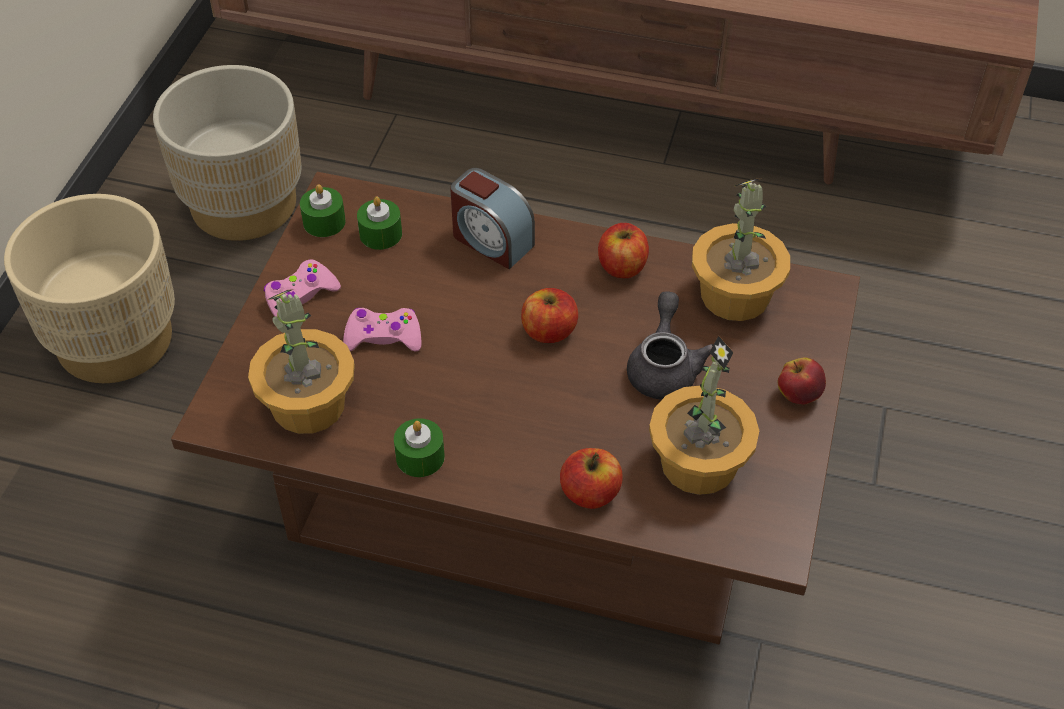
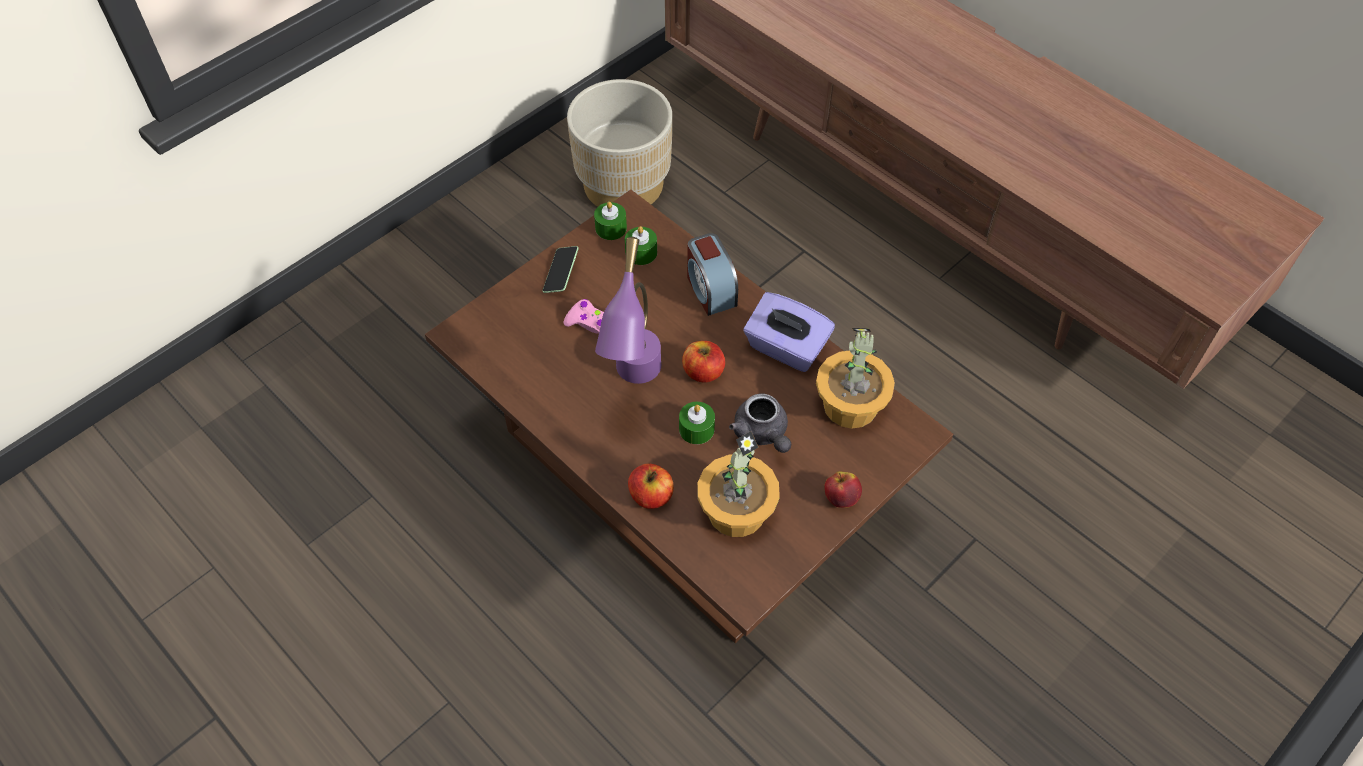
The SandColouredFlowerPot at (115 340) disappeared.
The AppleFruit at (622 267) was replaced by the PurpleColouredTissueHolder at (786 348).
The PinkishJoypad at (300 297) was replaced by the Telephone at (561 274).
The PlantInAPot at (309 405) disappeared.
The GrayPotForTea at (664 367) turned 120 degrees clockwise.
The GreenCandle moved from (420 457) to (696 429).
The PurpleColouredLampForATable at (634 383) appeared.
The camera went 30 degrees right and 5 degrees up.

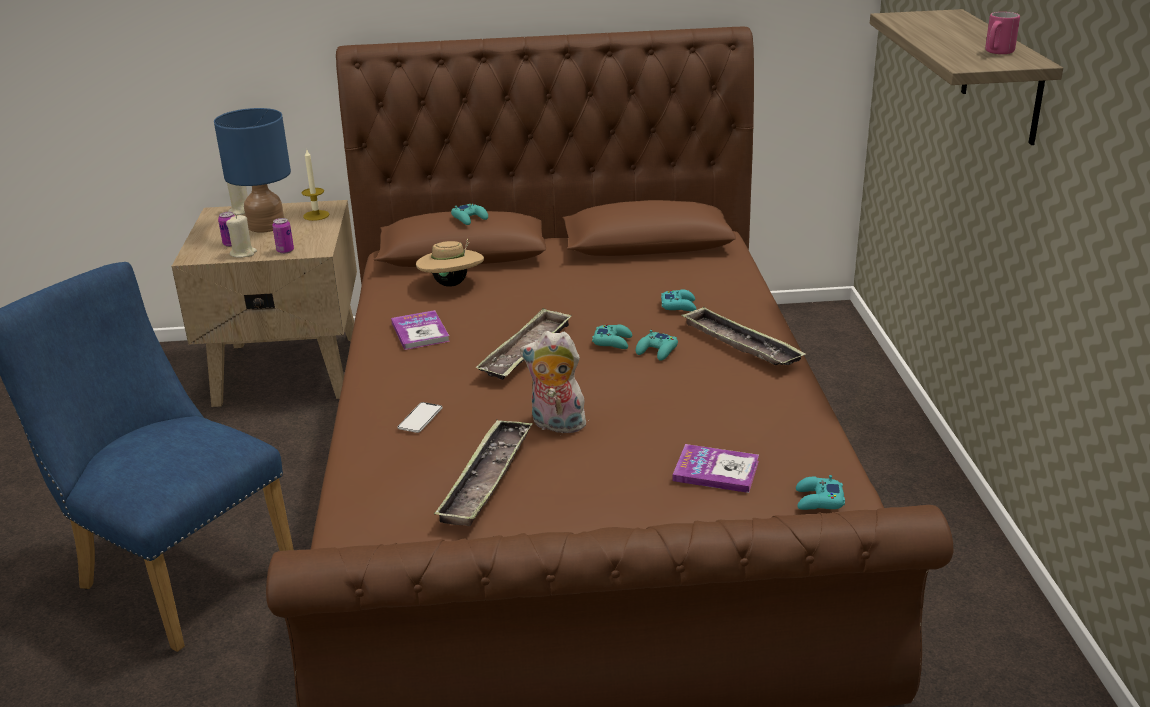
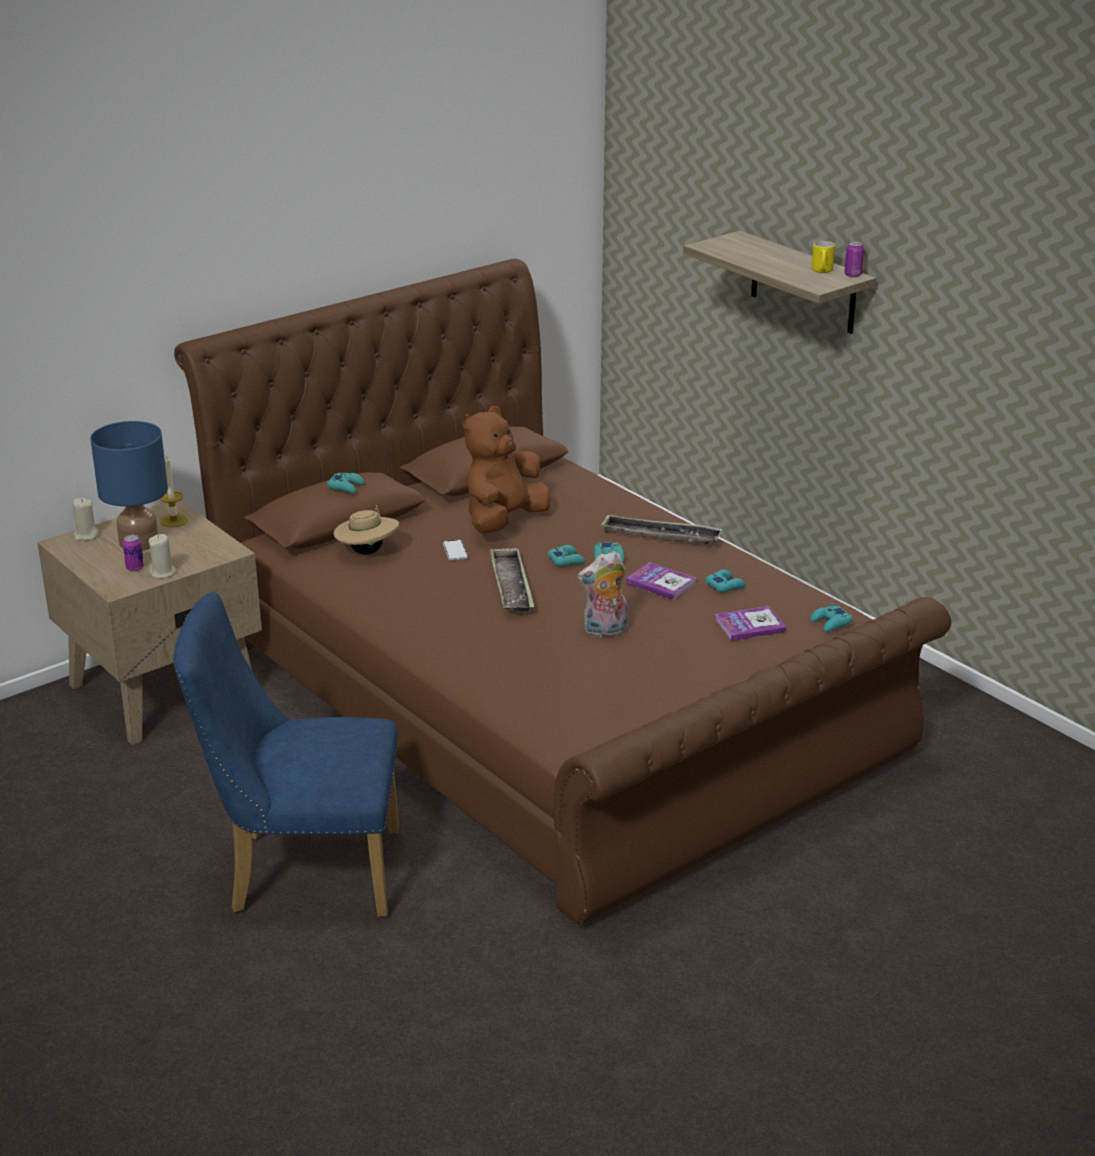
The PinkishMug at (997 53) became the YellowColouredMug at (822 271).
The MetalCan moved from (285 251) to (852 275).
The TurquoiseJoypad moved from (679 305) to (725 585).
The Volume moved from (420 332) to (661 583).
The Telephone moved from (420 418) to (455 551).
The ServingTray at (486 478) disappeared.
The BrownColouredPlushToy at (503 521) appeared.
The camera went 35 degrees left and 0 degrees up.

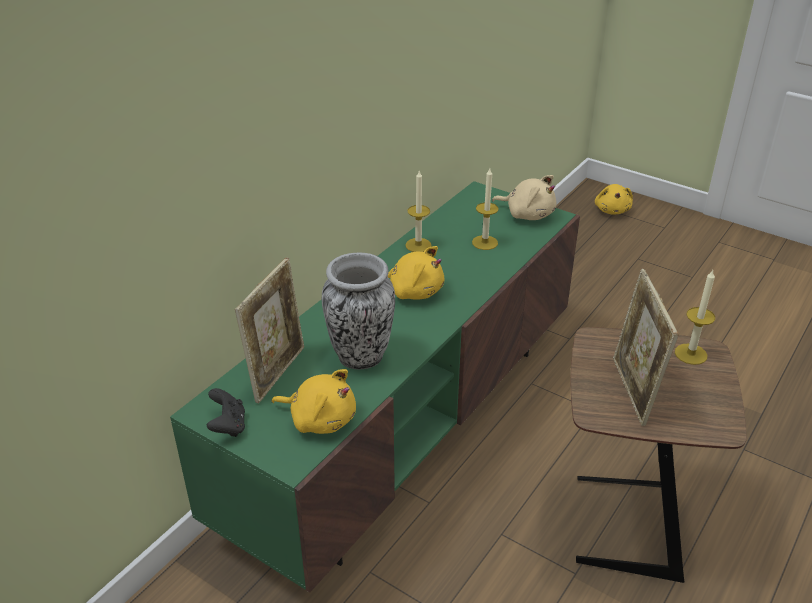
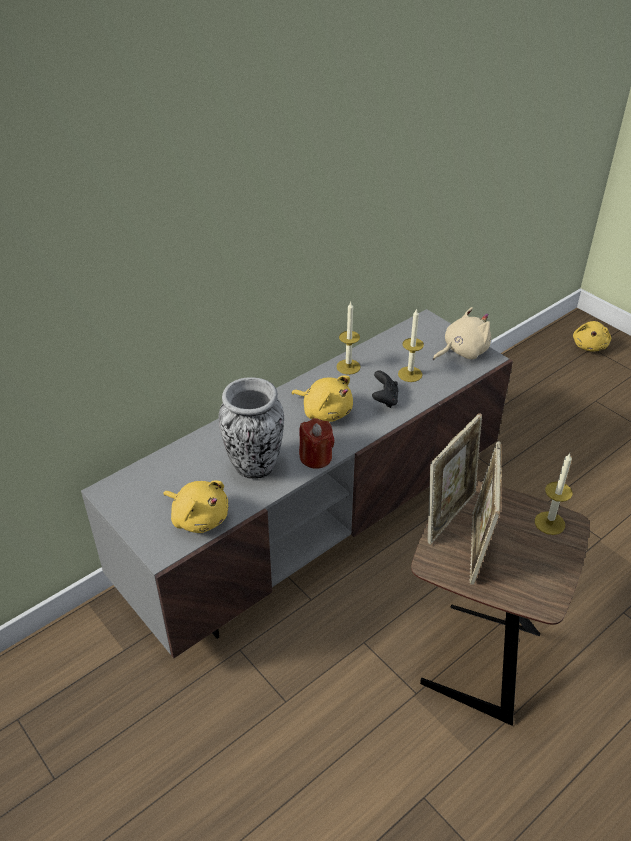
The SandColouredPlushToy at (527 214) turned 75 degrees counterclockwise.
The GreenTvUnit at (405 426) became the GrayTvUnit at (314 525).
The StandingFrame moved from (277 372) to (449 515).
The BlackJoypad moved from (228 426) to (384 399).
The RedCandle at (316 457) appeared.
The camera went 15 degrees right and 5 degrees up.

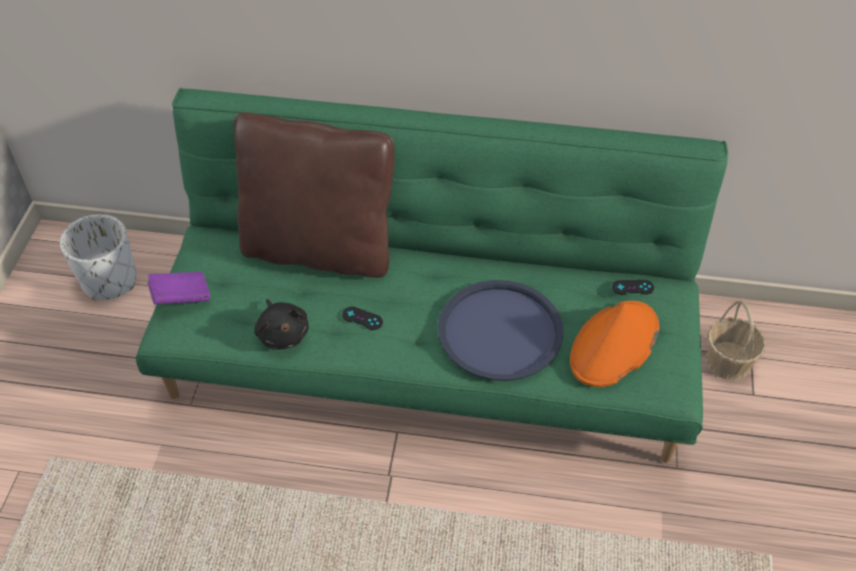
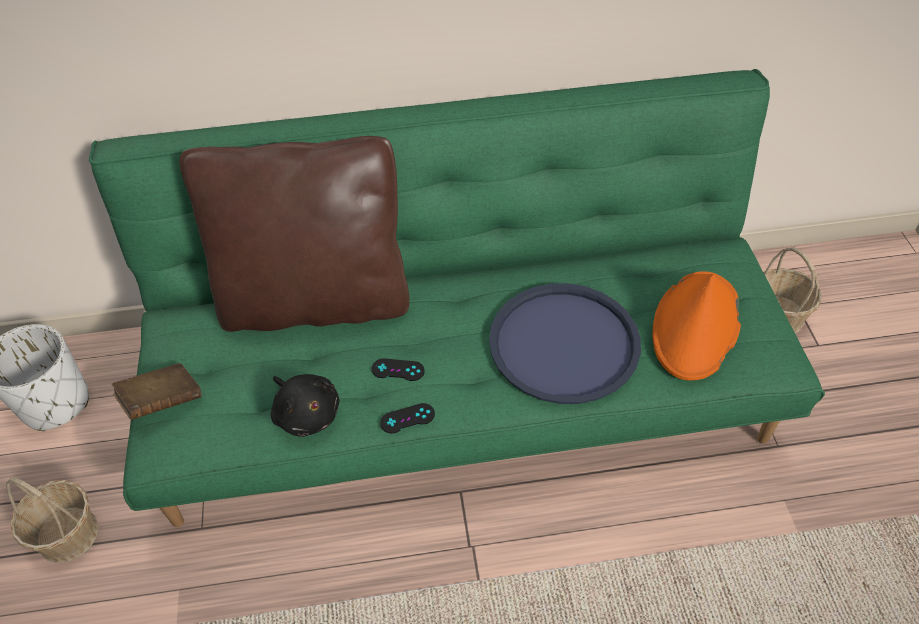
The PurpleColouredVolume at (181 298) became the BrownColouredVolume at (162 402).
The BlackJoypad moved from (632 287) to (407 418).
The Basket at (68 534) appeared.
The camera went 15 degrees left and 0 degrees up.

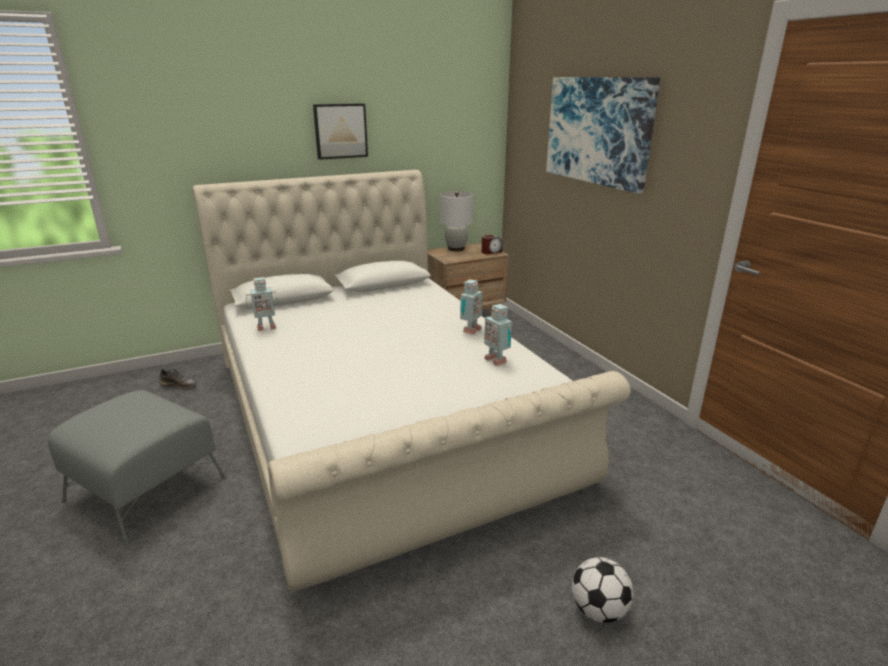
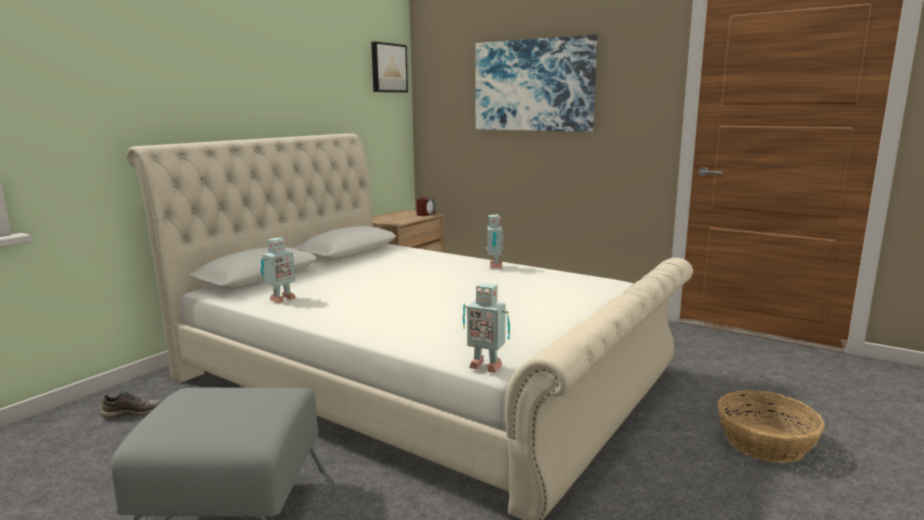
The WallPicture moved from (340 131) to (388 68).
The WhiteLampForATable at (456 248) disappeared.
The ToyRobot moved from (496 360) to (485 365).
The FootballBall at (598 610) was replaced by the Basket at (766 443).
The camera went 30 degrees left and 10 degrees down.

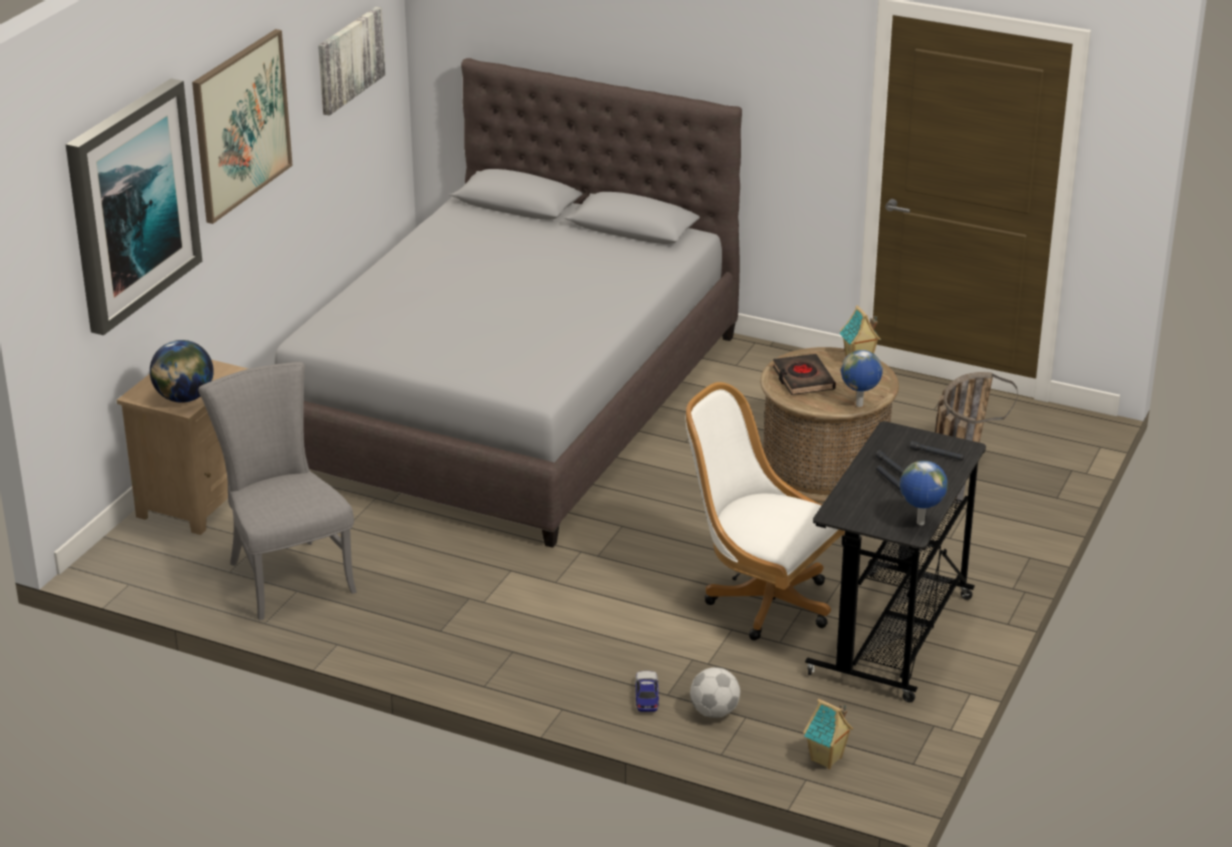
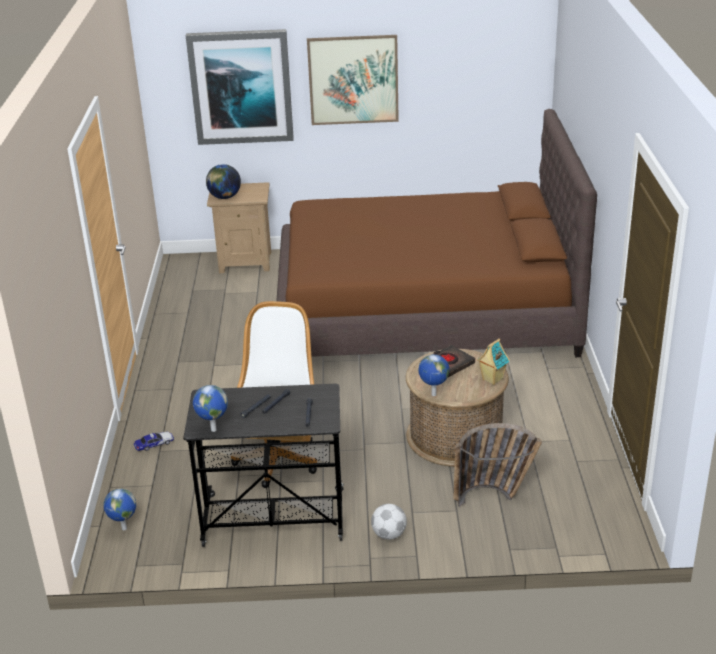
The WallPicture at (349 59) disappeared.
The GrayBedroomBed at (513 401) became the BrownColouredBedroomBed at (424 310).
The GrayPlainChair at (286 574) disappeared.
The FootballBall moved from (714 712) to (388 535).
The ModelHouse at (827 759) was replaced by the DeskGlobe at (123 528).
The camera went 65 degrees right and 0 degrees up.

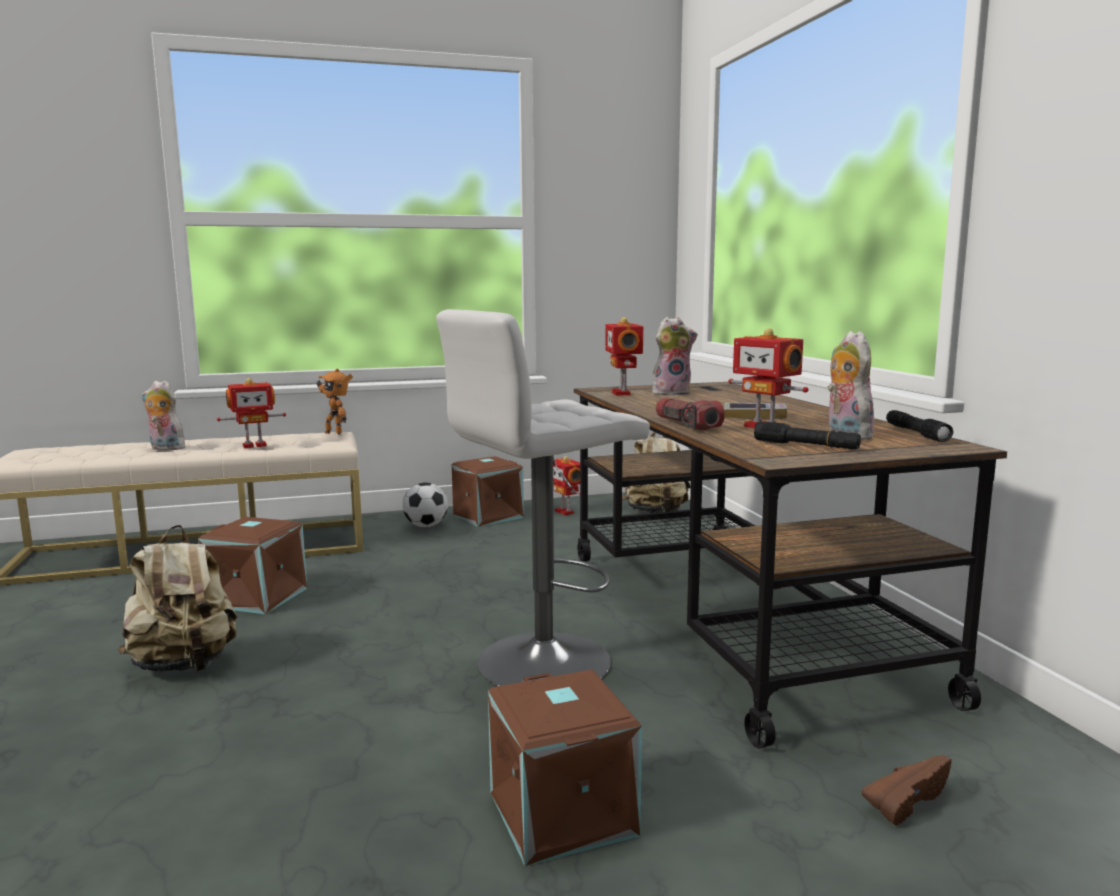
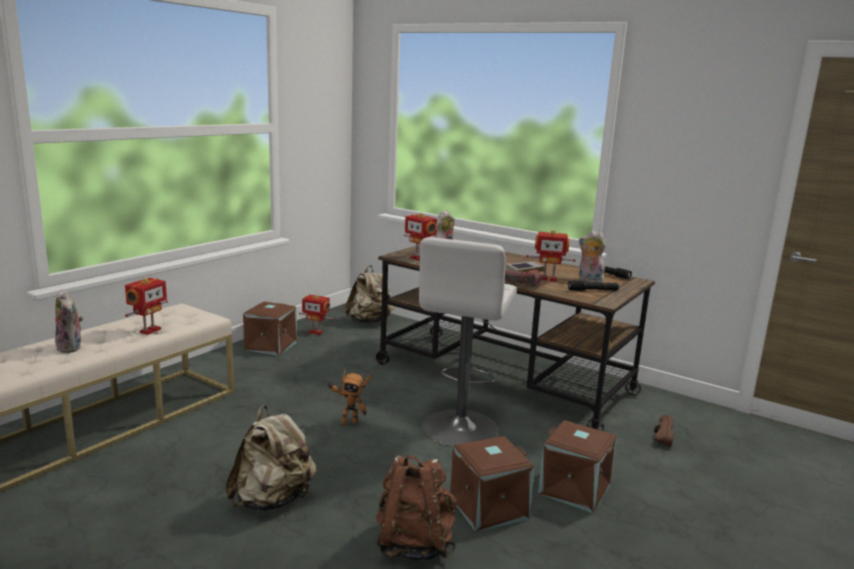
The ToyRobot moved from (335 433) to (348 423).
The PlushToy at (165 448) turned 105 degrees counterclockwise.
The FootballBall at (426 526) disappeared.
The BrownColouredStorageBox moved from (258 596) to (488 506).
The BrownColouredBackpack at (414 544) appeared.
The camera went 40 degrees left and 5 degrees up.

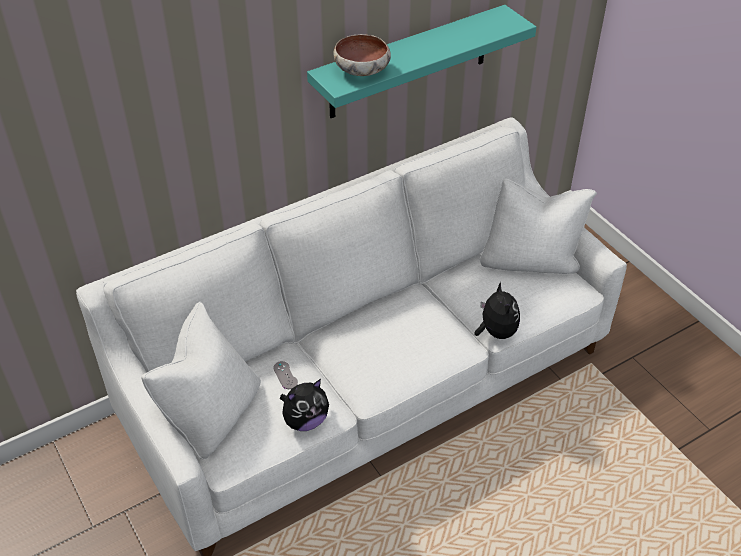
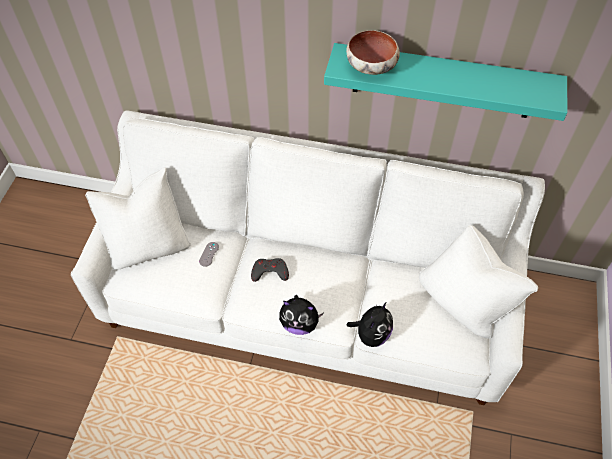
The PlushToy moved from (305 420) to (299 323).
The GrayJoypad at (270 272) appeared.
The camera went 45 degrees right and 10 degrees up.

